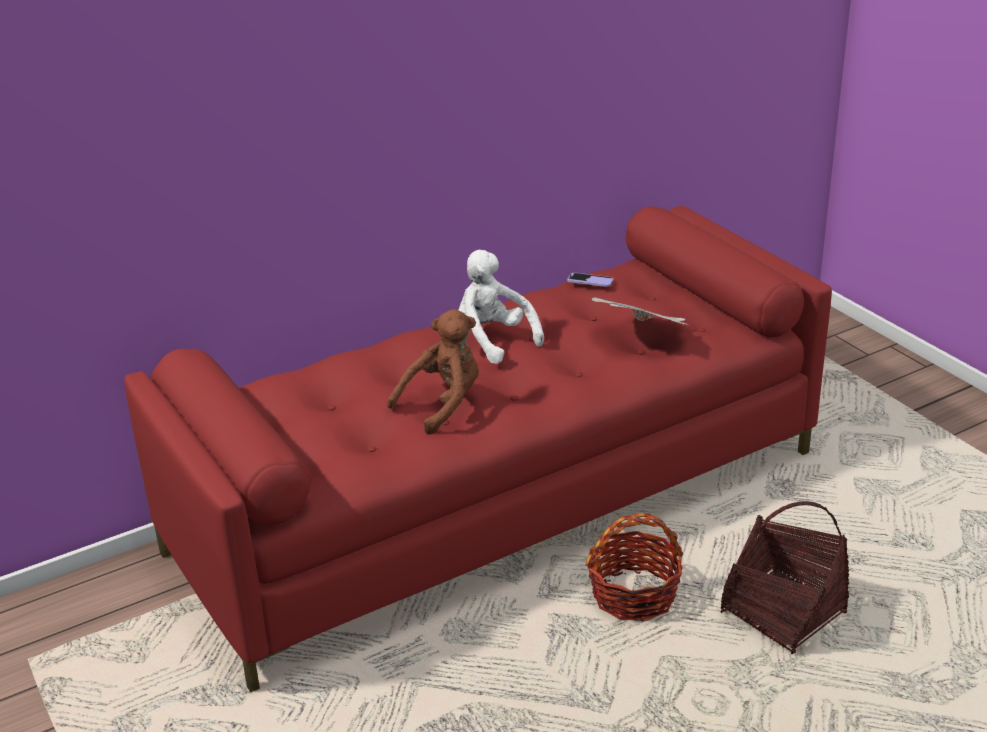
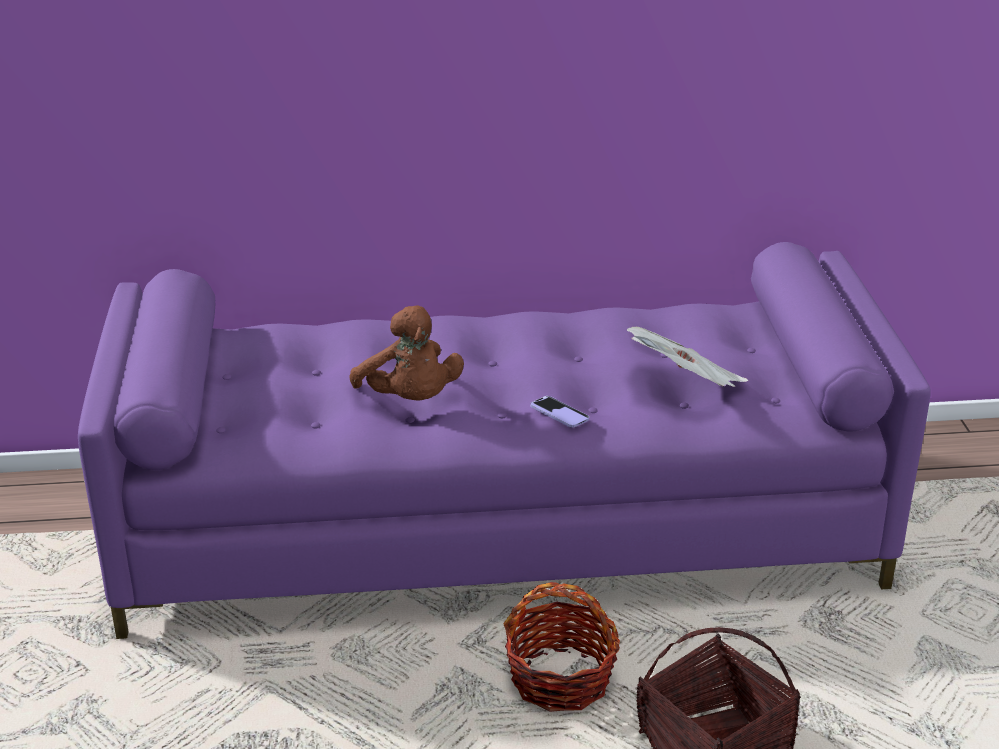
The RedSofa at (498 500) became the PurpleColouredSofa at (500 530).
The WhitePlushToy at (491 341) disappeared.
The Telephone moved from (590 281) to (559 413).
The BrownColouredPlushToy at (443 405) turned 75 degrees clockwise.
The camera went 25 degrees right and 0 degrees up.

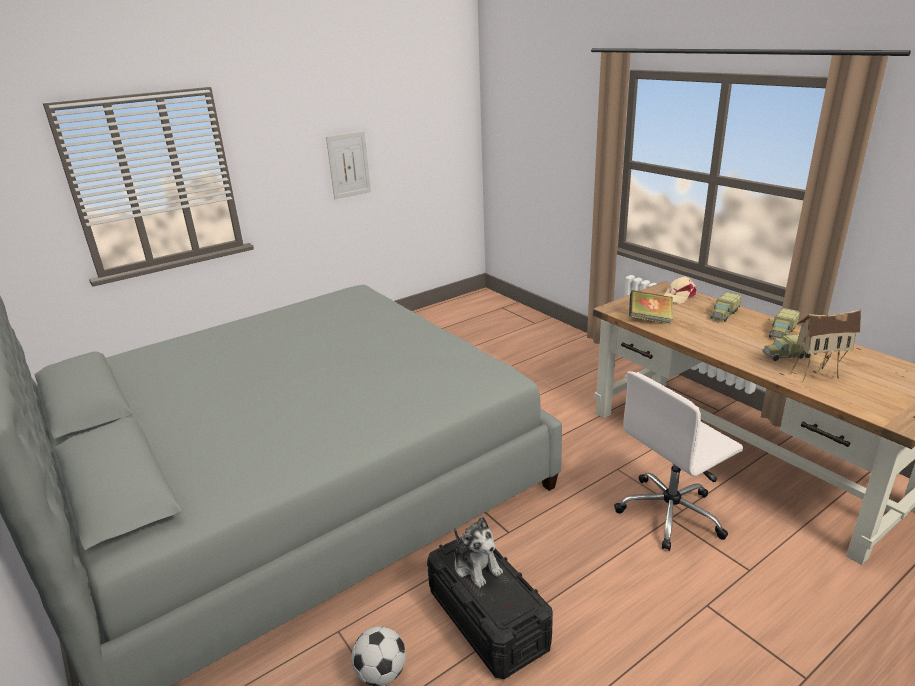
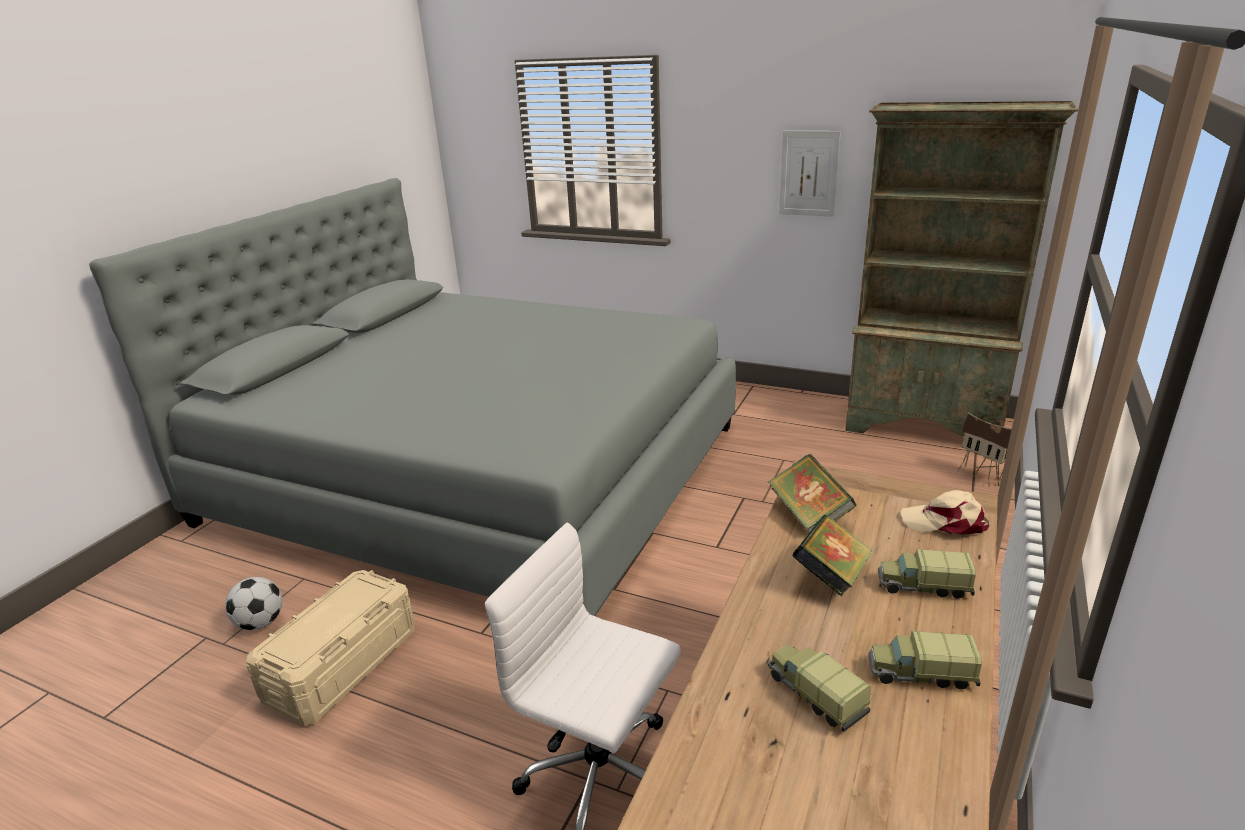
The ModelHouse moved from (816 373) to (982 476).
The PlushToy at (476 566) disappeared.
The BlackStorageBox at (488 618) became the SandColouredStorageBox at (343 665).
The GreenBookshelf at (923 425) appeared.
The Volume at (831 576) appeared.
The camera went 60 degrees right and 0 degrees up.

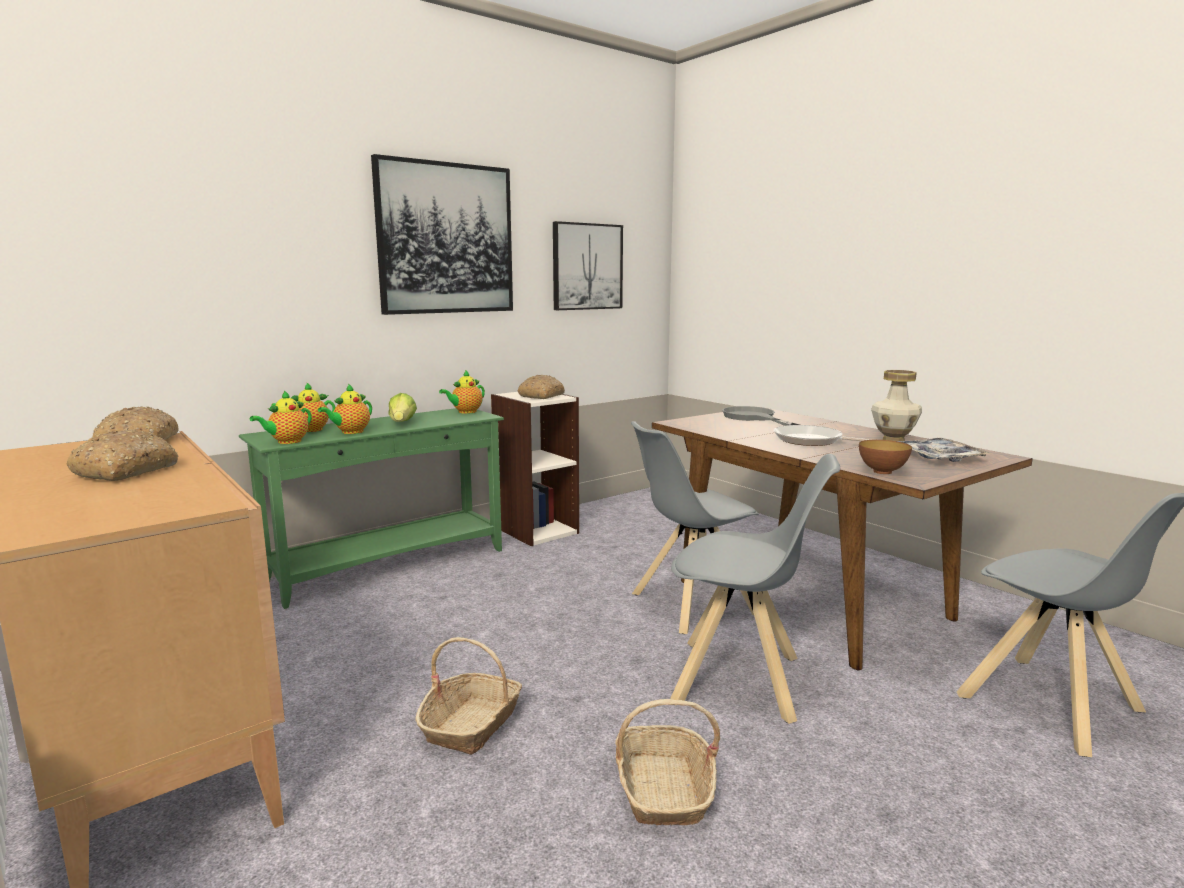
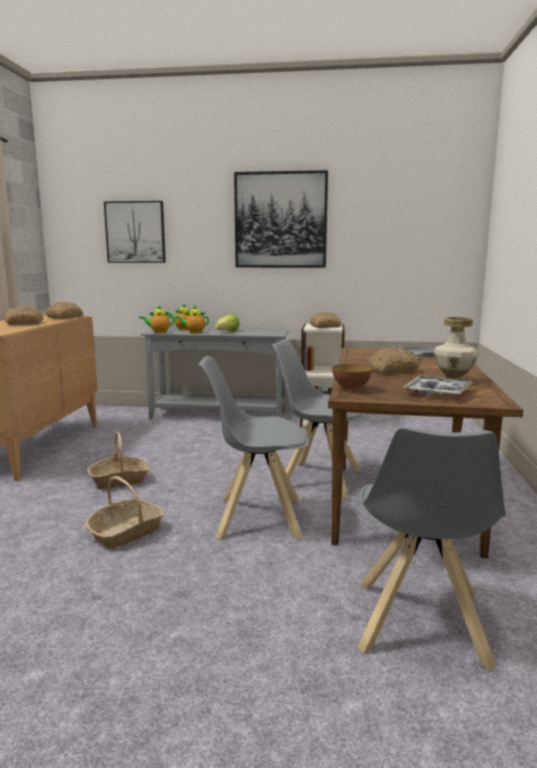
The WallPicture moved from (587 266) to (135 232).
The PotForTea at (465 412) disappeared.
The GreenNarrowTable at (389 565) became the GrayNarrowTable at (219 415).
The Skillet at (812 441) was replaced by the BakedBread at (392 370).
The GrayPlainChair at (742 680) turned 120 degrees clockwise.
The camera went 45 degrees right and 0 degrees up.

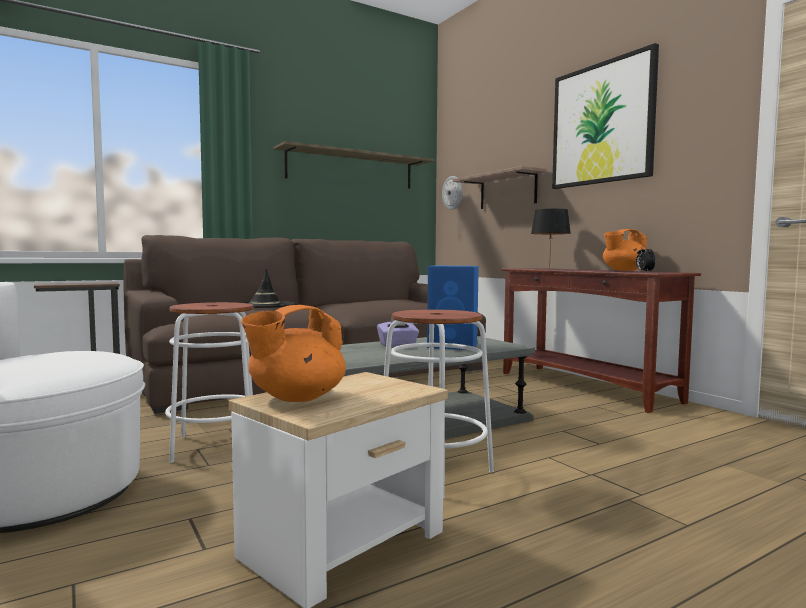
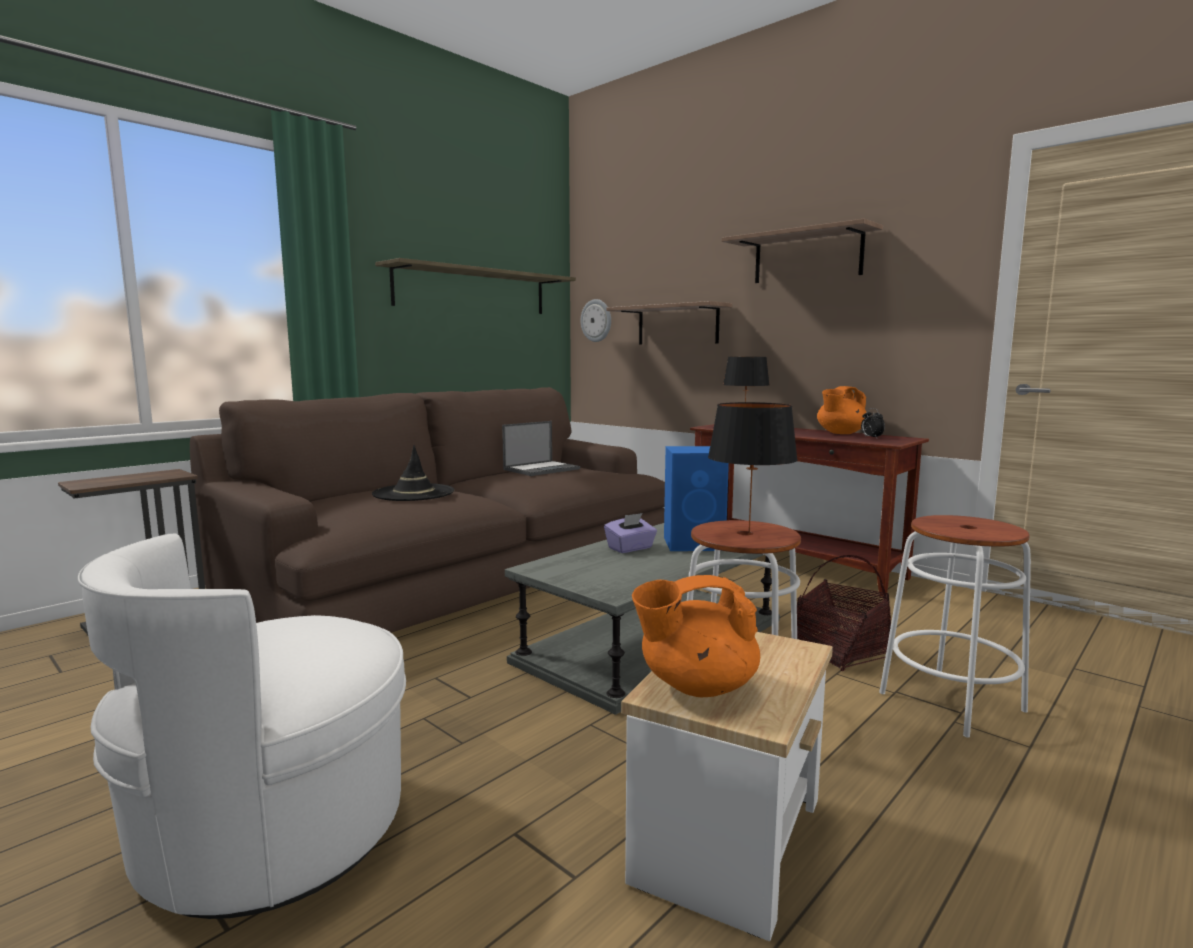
The WallPicture at (602 123) was replaced by the BracketShelf at (807 256).
The WhiteStool moved from (215 446) to (951 701).
The OrangeyPotForTea at (296 398) turned 45 degrees clockwise.
The BlackLampForATable at (748 534) appeared.
The Laptop at (542 469) appeared.
The Basket at (839 651) appeared.
The camera went 15 degrees left and 5 degrees up.

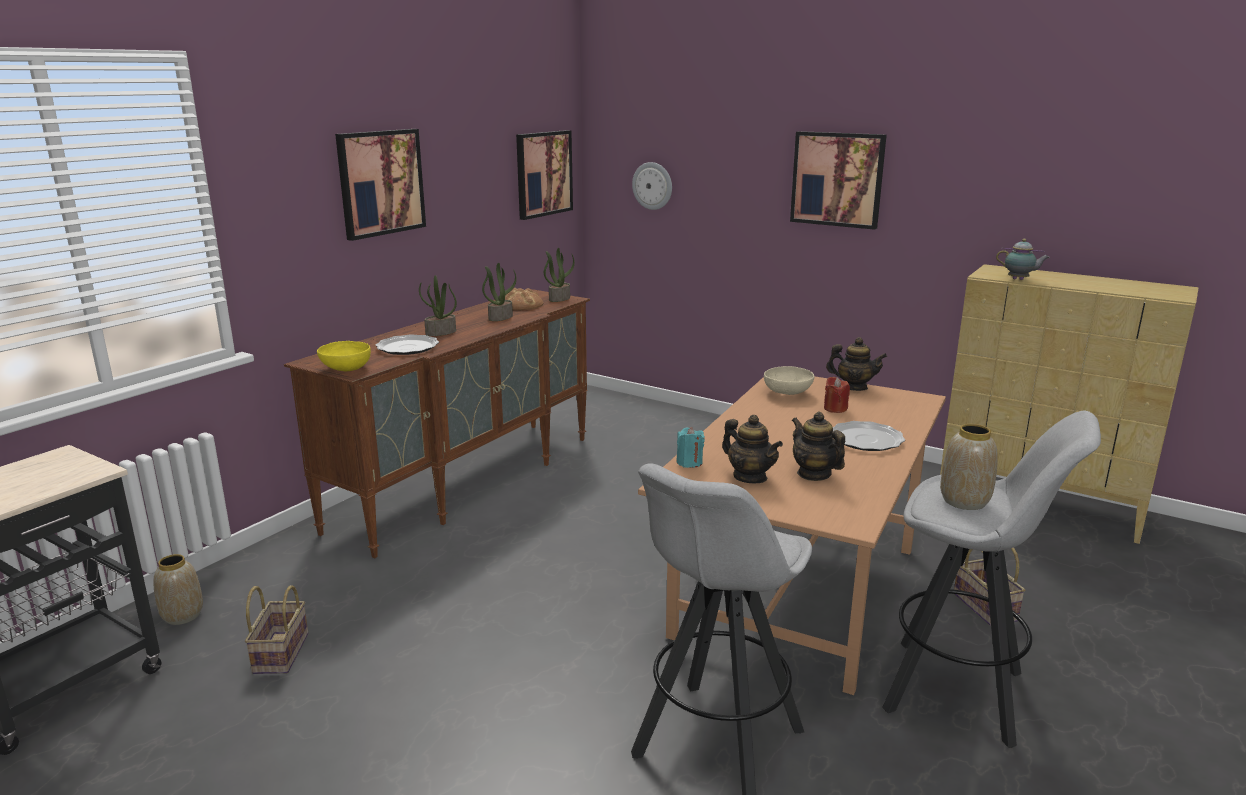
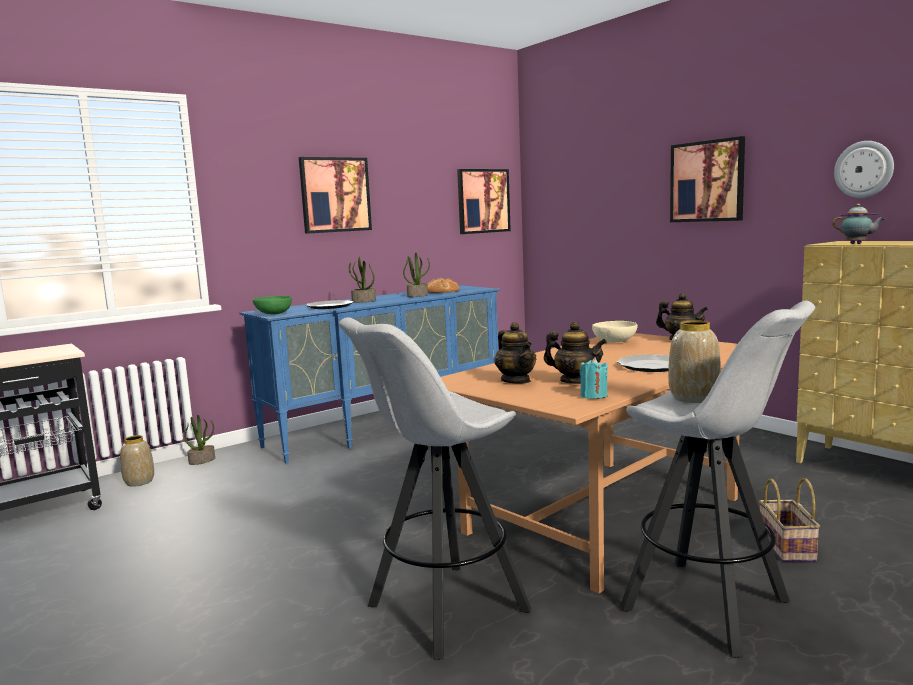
The HangingClock moved from (652 186) to (864 169).
The PlantInAPot moved from (559 298) to (202 460).
The BrownColouredCabinet at (468 482) became the BlueColouredCabinet at (388 426).
The YellowColouredDeepDish at (345 368) became the GreenDeepDish at (273 314).
The RedCandle at (835 409) disappeared.
The PotForTea at (814 474) turned 135 degrees clockwise.
The TurquoiseCandle moved from (689 462) to (593 396).
The Basket at (280 652) disappeared.
The camera went 20 degrees right and 10 degrees down.

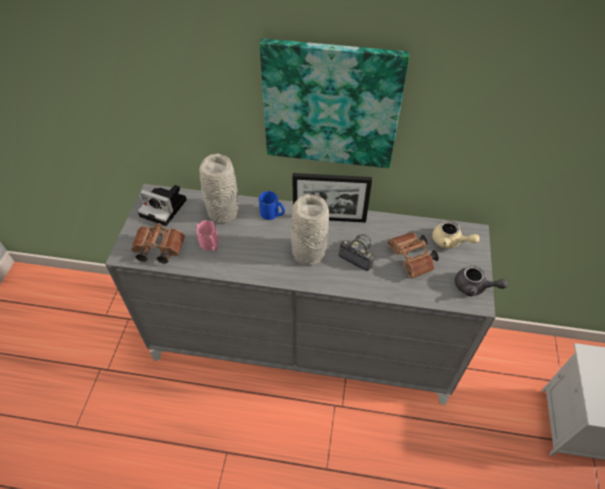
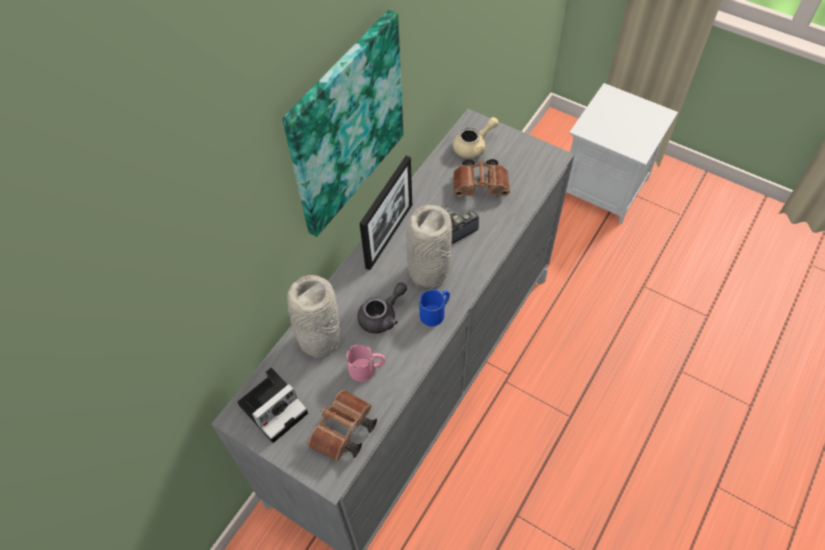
The BlueColouredMug moved from (273 214) to (436 312).
The GrayPotForTea moved from (474 287) to (382 316).
The camera went 65 degrees left and 5 degrees up.

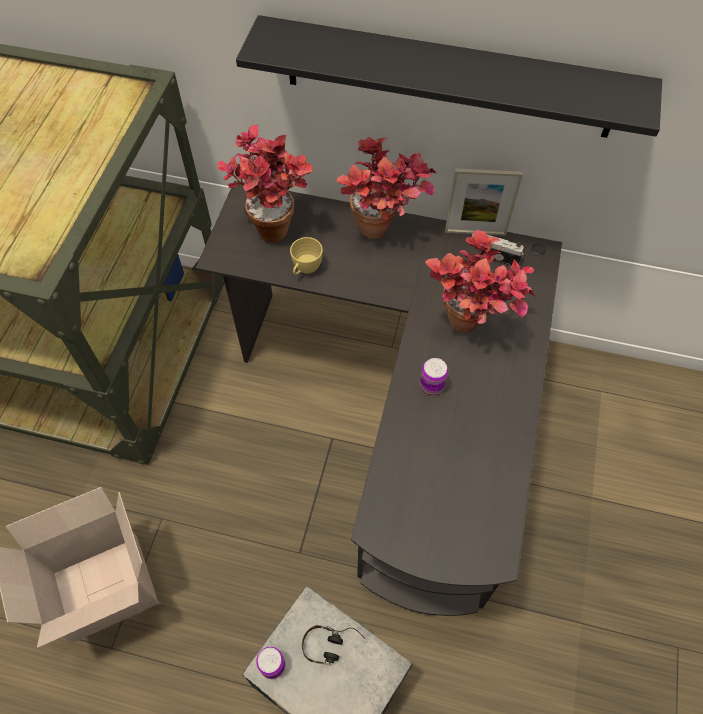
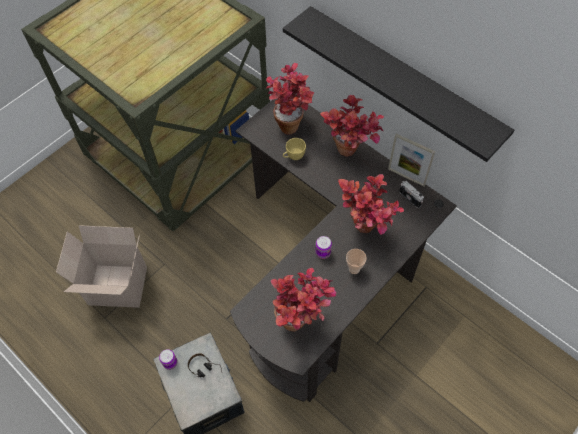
The Cup at (354 269) appeared.
The PlantInAPot at (301 322) appeared.
The camera went 30 degrees right and 0 degrees up.

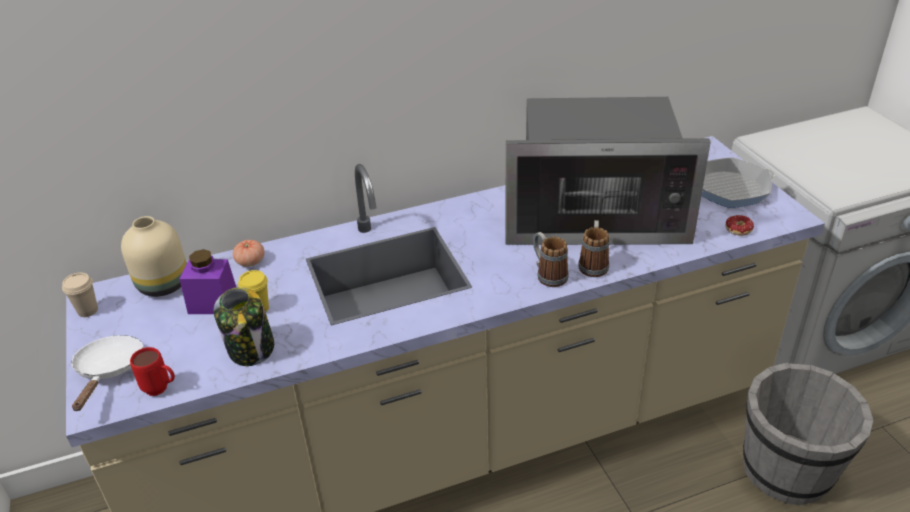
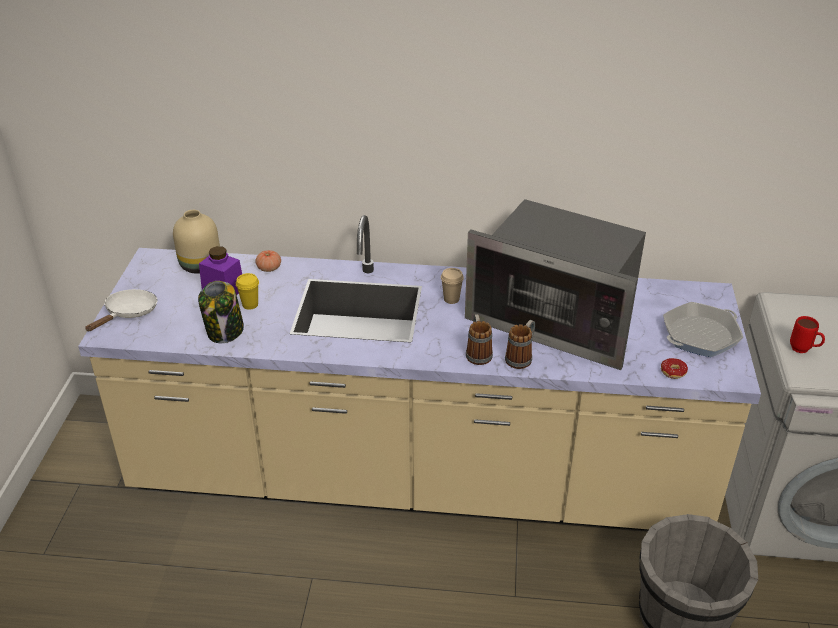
The Skillet at (729 189) turned 45 degrees counterclockwise.
The SandColouredCup moved from (88 311) to (451 299).
The RedMug moved from (161 390) to (803 350).
The camera went 25 degrees right and 0 degrees up.

